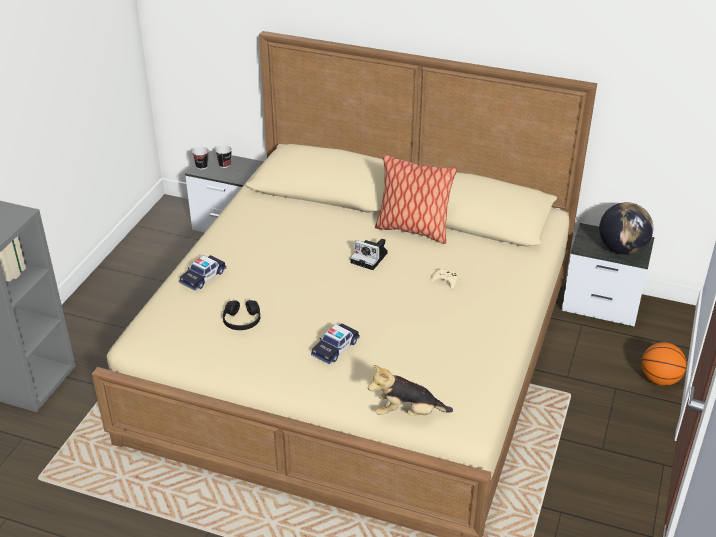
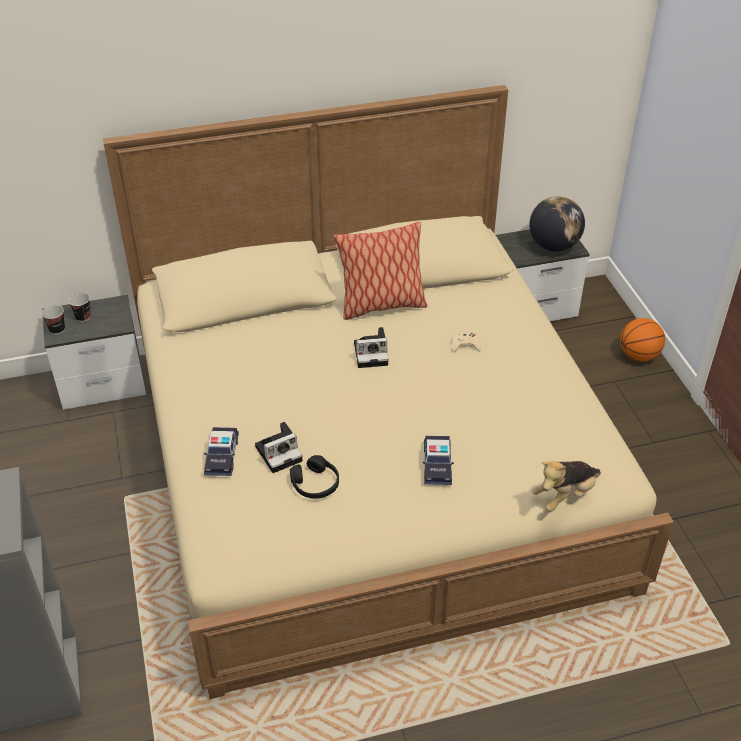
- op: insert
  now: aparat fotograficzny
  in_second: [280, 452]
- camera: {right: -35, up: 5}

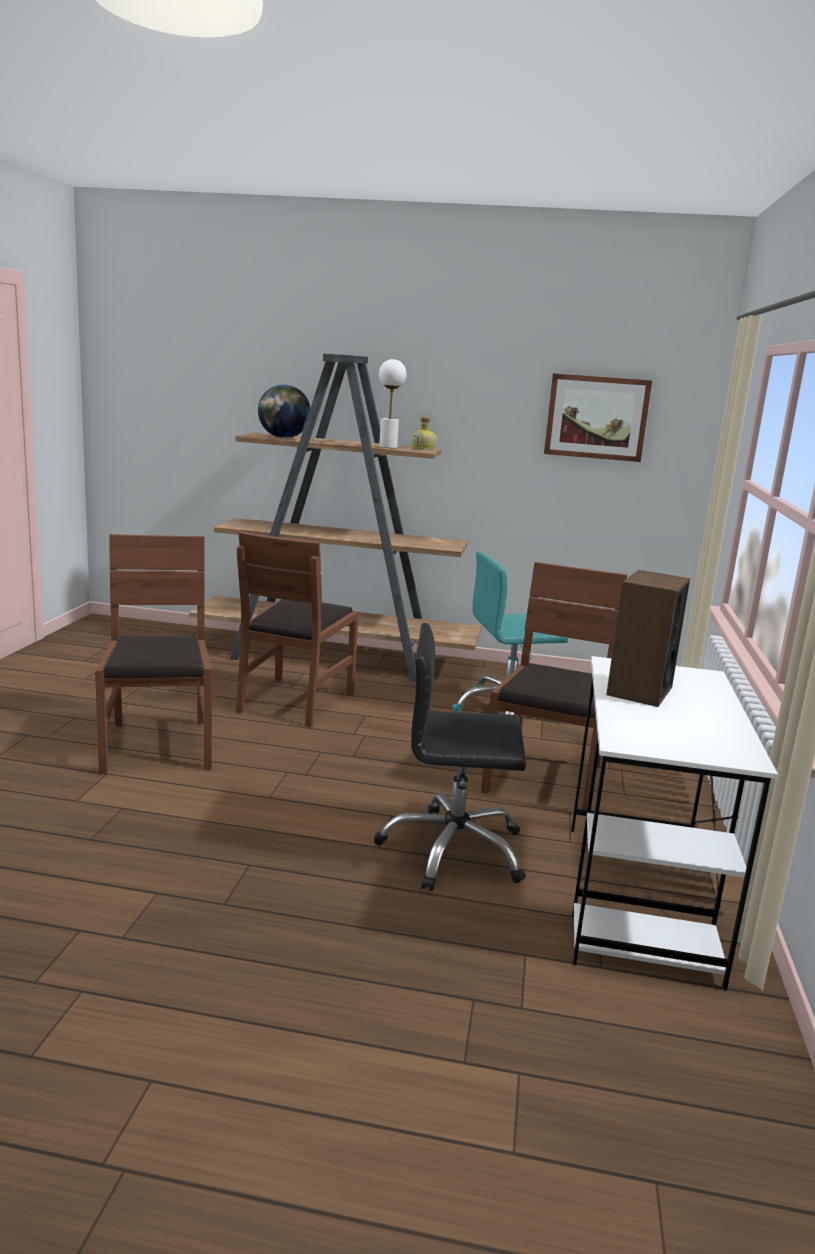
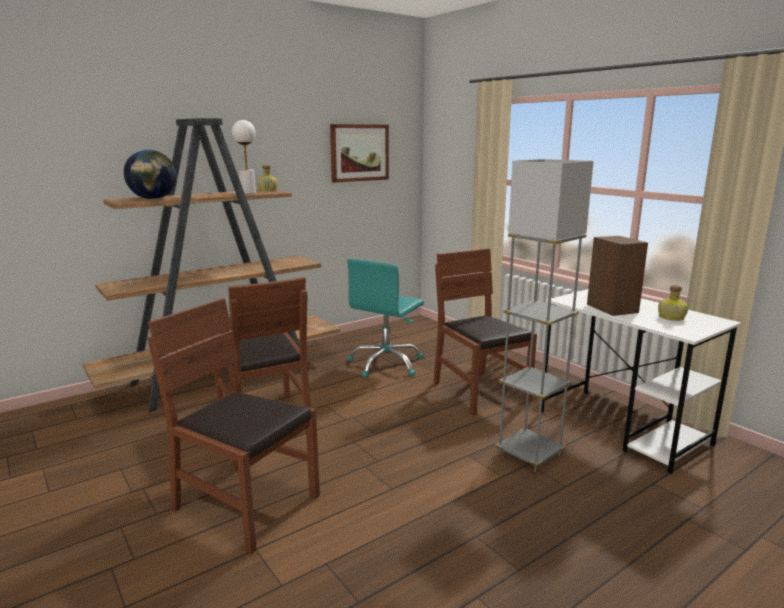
- op: replace
  was: krzesło biurowe [czarny]
  now: lampa stojąca [szary]
  in_first: [453, 850]
  in_second: [529, 454]
- op: insert
  now: butelka
  in_second: [670, 317]
- camera: {right: -45, up: 0}

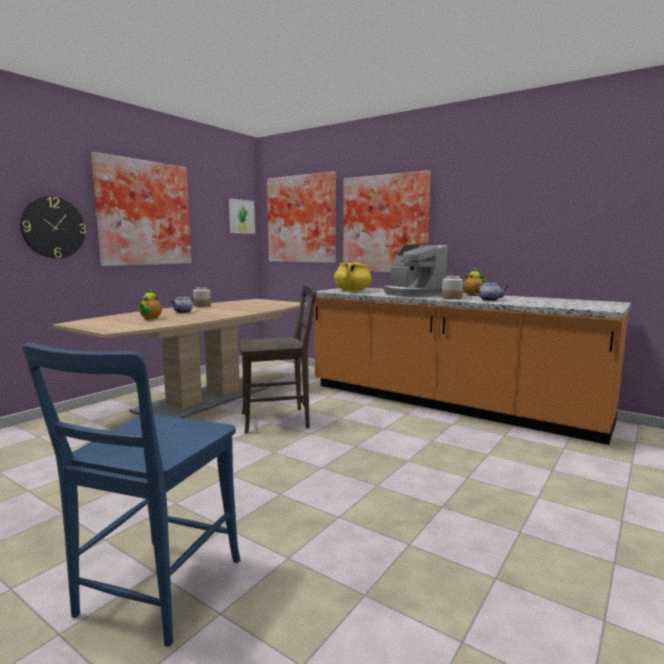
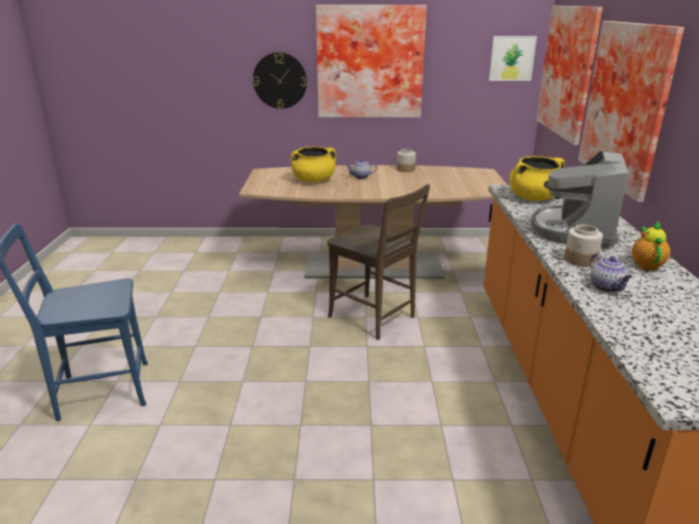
- op: replace
  was: imbryk
  now: garnek [żółty]
  in_first: [150, 319]
  in_second: [313, 180]
- camera: {right: 55, up: 15}

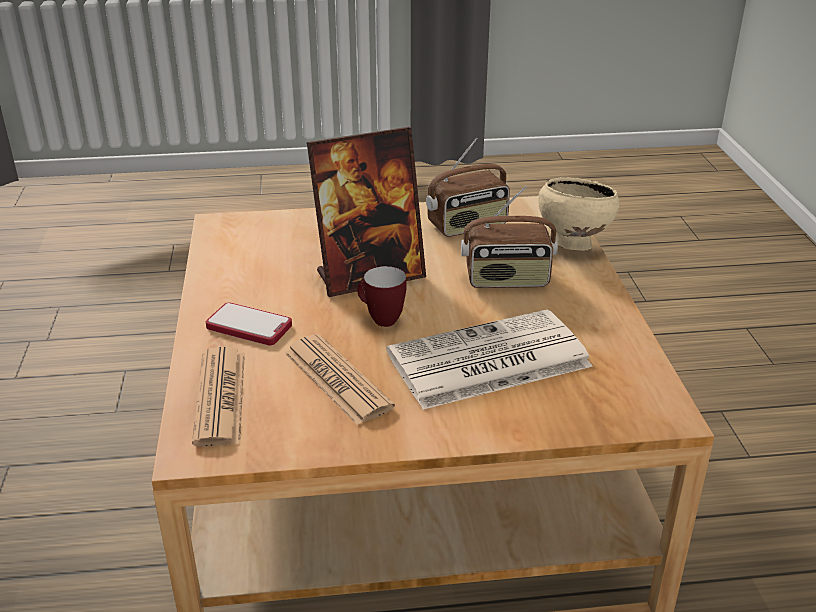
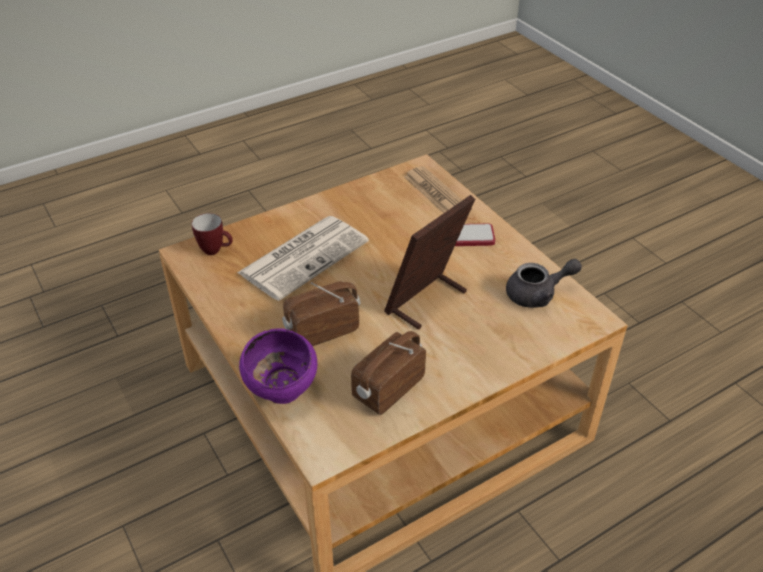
- op: move
  was: kubek
  in_first: [380, 319]
  in_second: [216, 250]
- op: recolor
  was: miska [beżowy]
  now: miska [fioletowy]
  in_first: [572, 244]
  in_second: [284, 394]
- op: insert
  now: imbryk [szary]
  in_second: [537, 294]
- op: delete
  was: gazeta
  in_first: [337, 380]
- camera: {right: 155, up: 10}

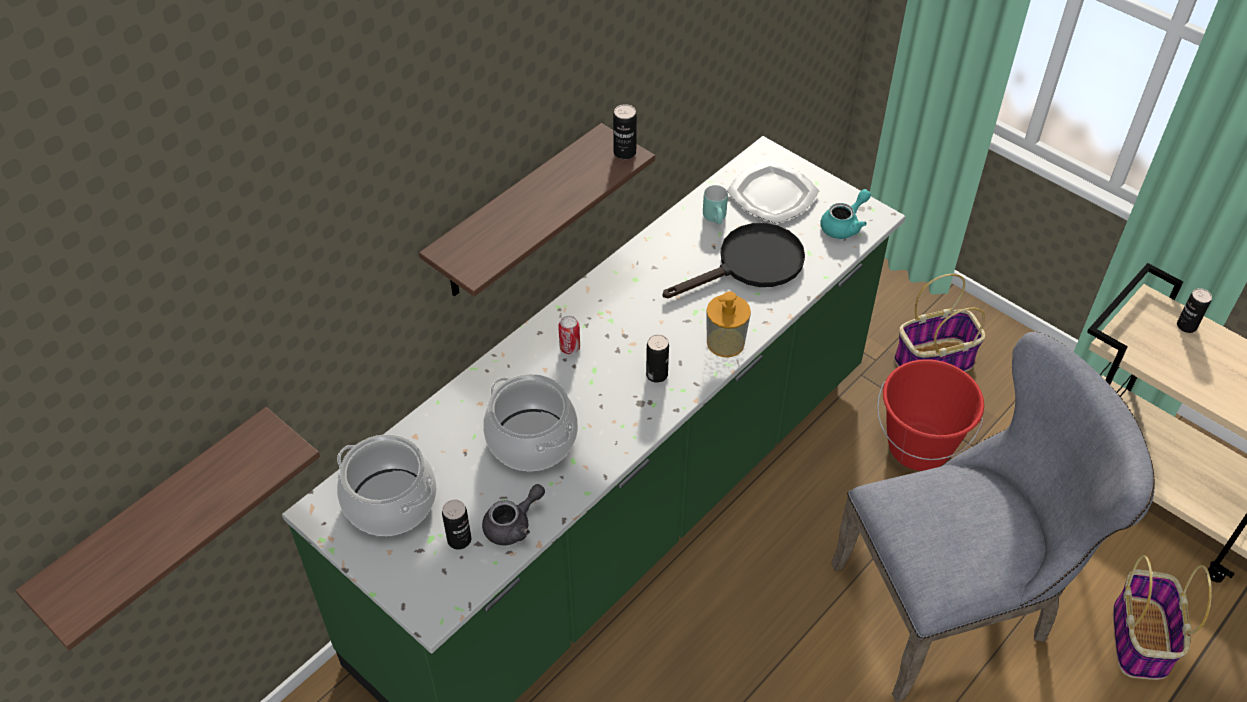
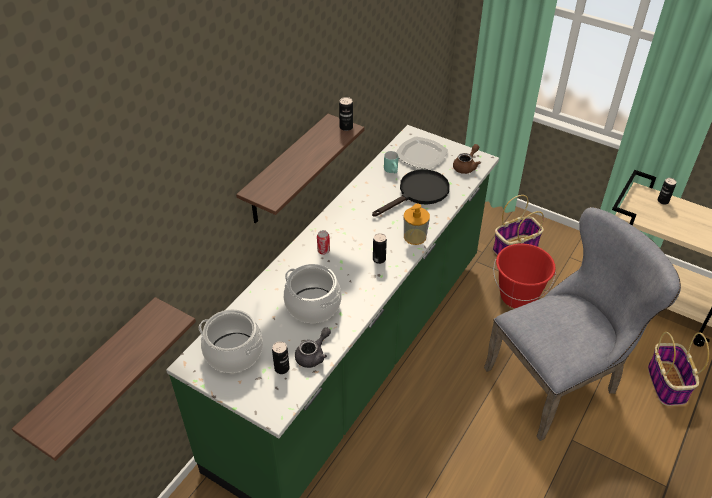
- op: recolor
  was: imbryk [turkusowy]
  now: imbryk [brązowy]
  in_first: [844, 225]
  in_second: [466, 166]
- camera: {right: -10, up: -5}

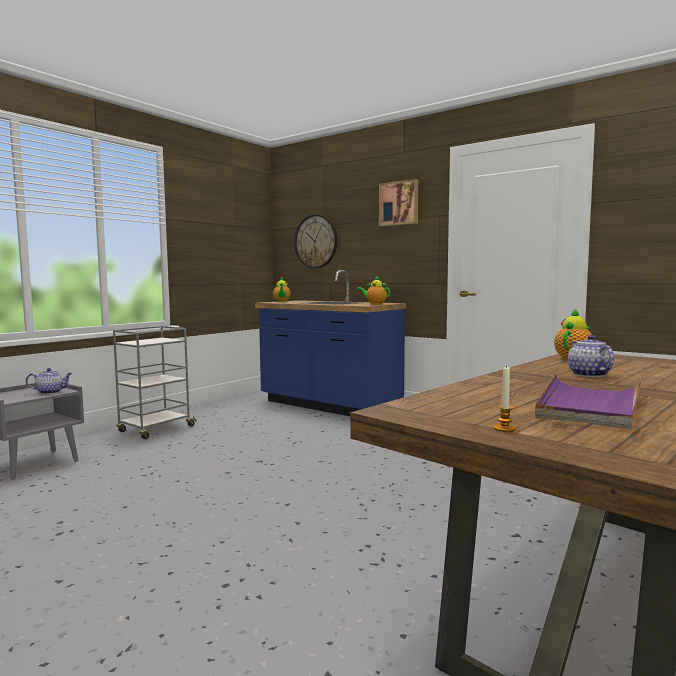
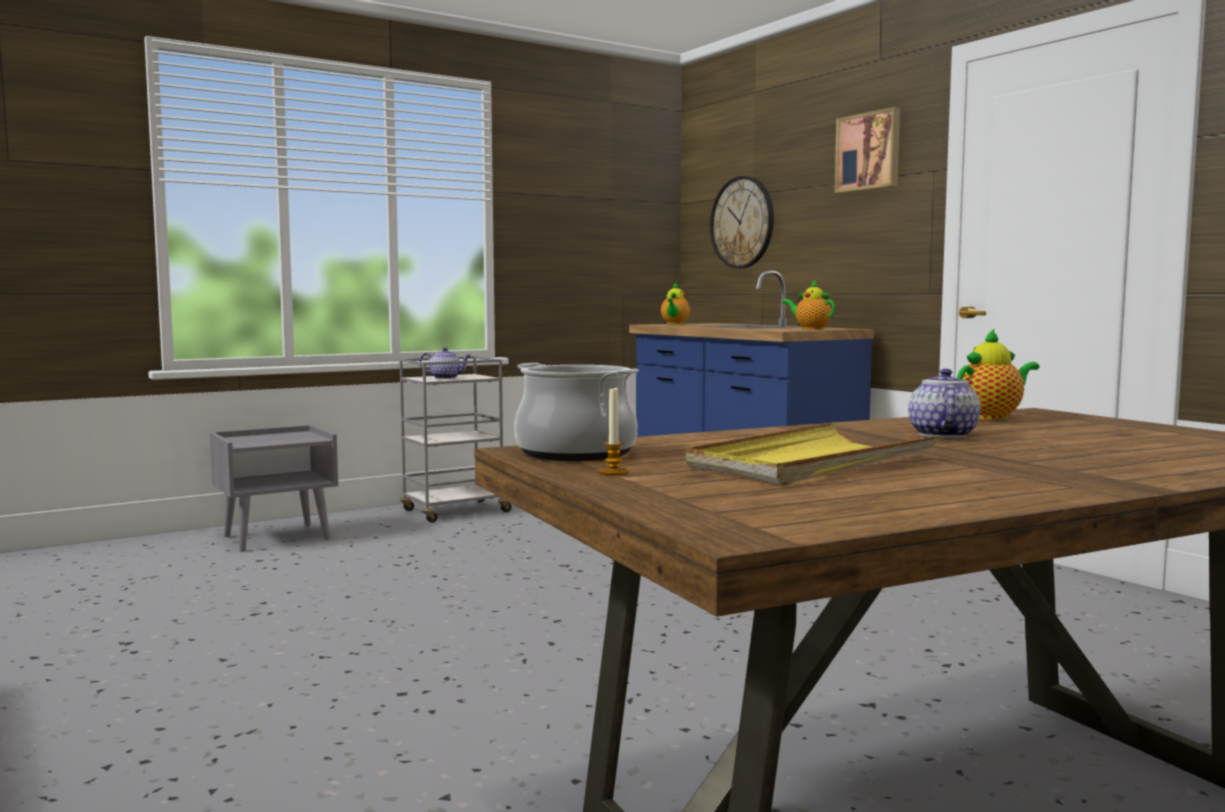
- op: move
  was: imbryk
  in_first: [51, 392]
  in_second: [446, 378]
- op: insert
  now: garnek
  in_second: [575, 453]
- op: recolor
  was: taca [fioletowy]
  now: taca [żółty]
  in_first: [589, 405]
  in_second: [811, 462]
- camera: {right: 20, up: 0}

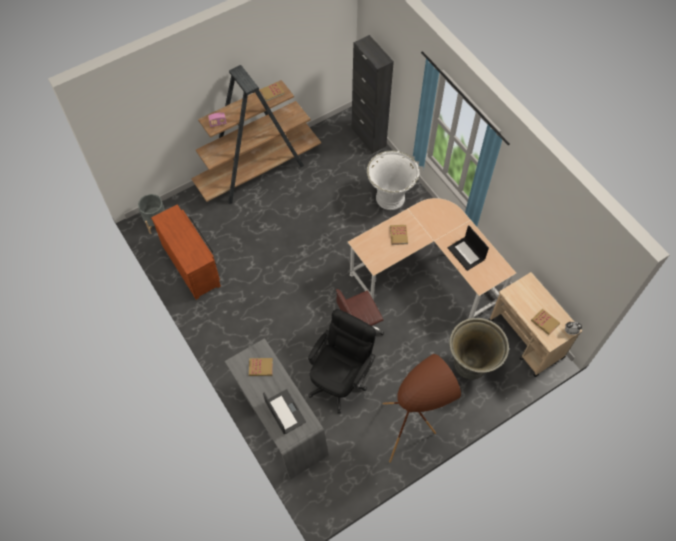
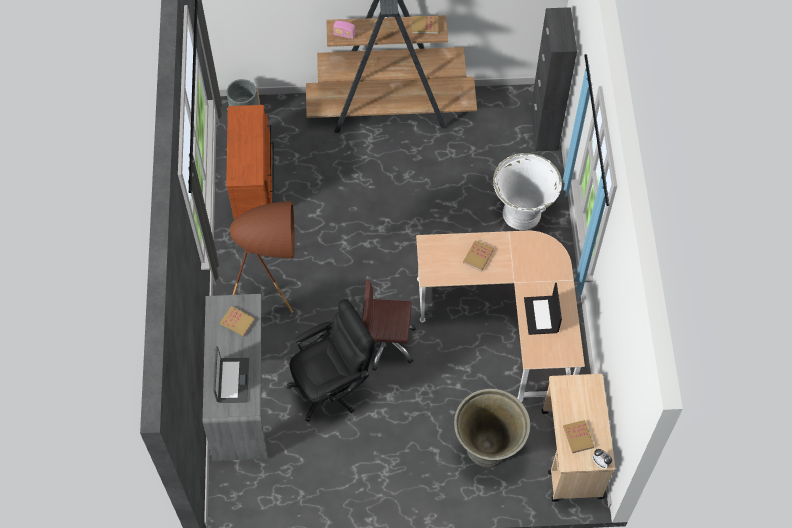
- op: move
  was: lampa stojąca [brązowy]
  in_first: [413, 427]
  in_second: [274, 295]
- camera: {right: 30, up: 0}

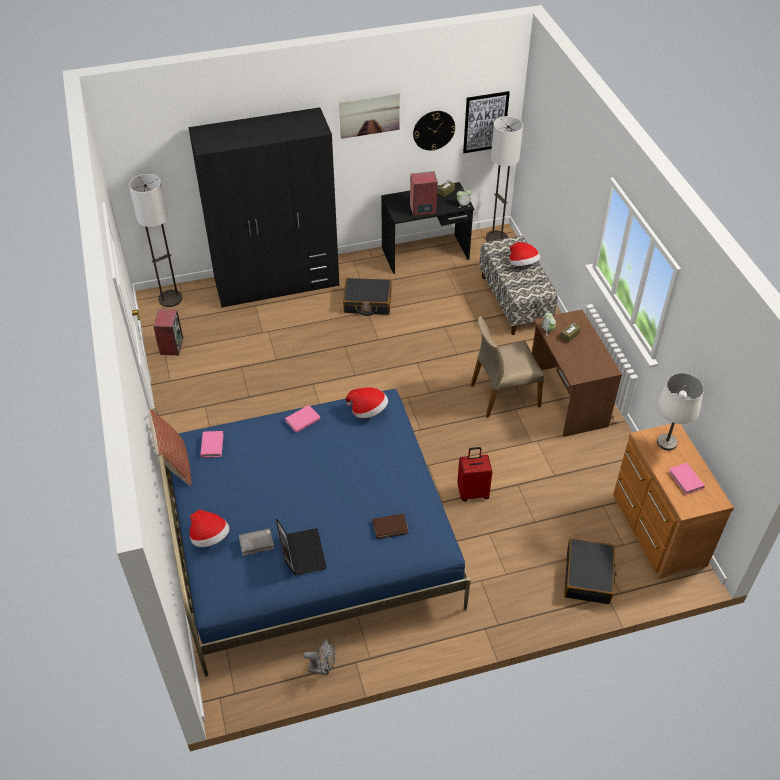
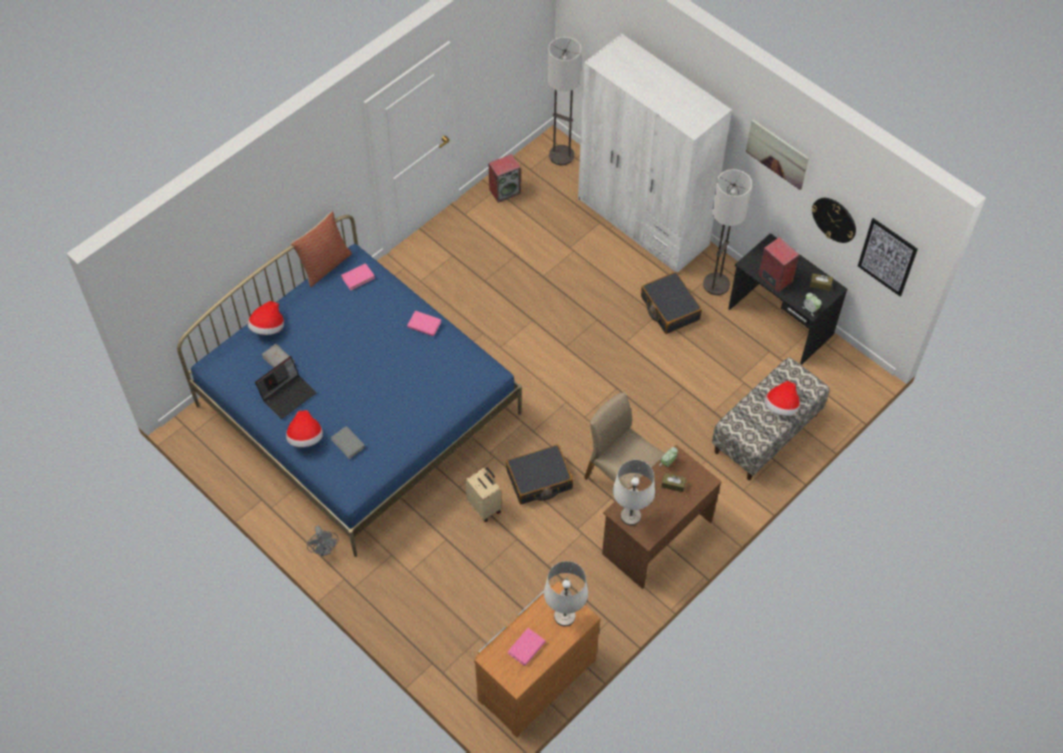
- op: move
  was: kapelusz
  in_first: [368, 411]
  in_second: [305, 438]
- op: move
  was: wentylator [szary]
  in_first: [323, 668]
  in_second: [324, 550]
- op: recolor
  was: książka [brązowy]
  now: książka [szary]
  in_first: [390, 527]
  in_second: [348, 443]
- op: recolor
  was: walizka [czerwony]
  now: walizka [beżowy]
  in_first: [473, 492]
  in_second: [485, 506]
- op: move
  was: walizka [czarny]
  in_first: [588, 576]
  in_second: [539, 480]
- op: recolor
  was: szafa [czarny]
  now: szafa [biały]
  in_first: [277, 283]
  in_second: [643, 222]
- op: insert
  now: lampa stołowa [biały]
  in_second: [630, 516]
- op: move
  was: lampa stojąca
  in_first: [496, 238]
  in_second: [716, 284]
- camera: {right: 60, up: 10}

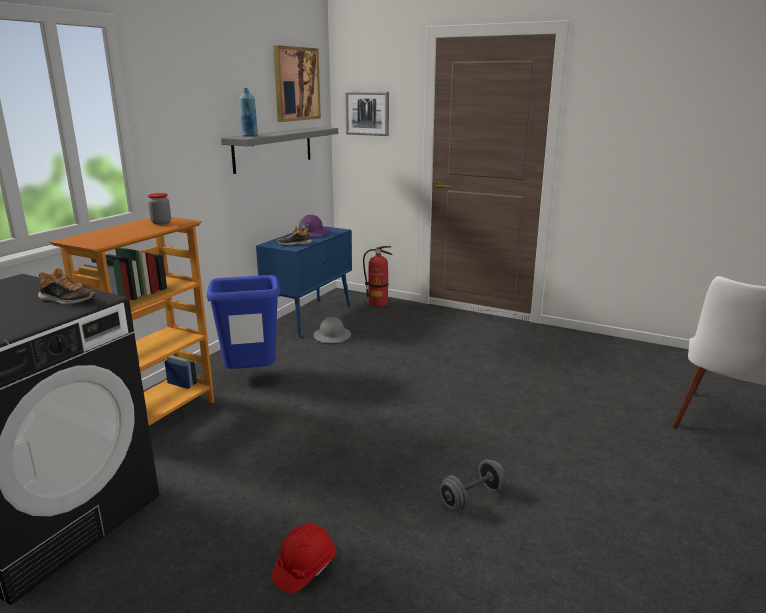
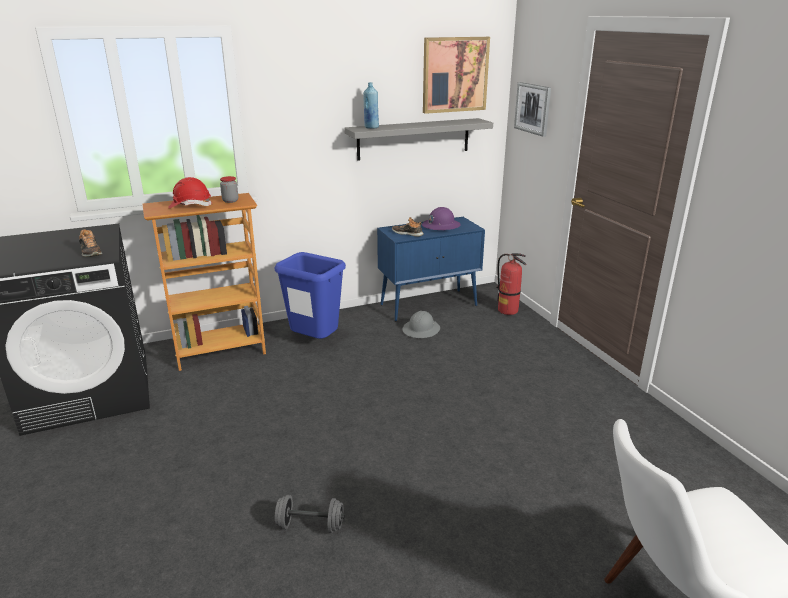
- op: move
  was: kask [czerwony]
  in_first: [304, 568]
  in_second: [190, 205]
- camera: {right: 40, up: 5}

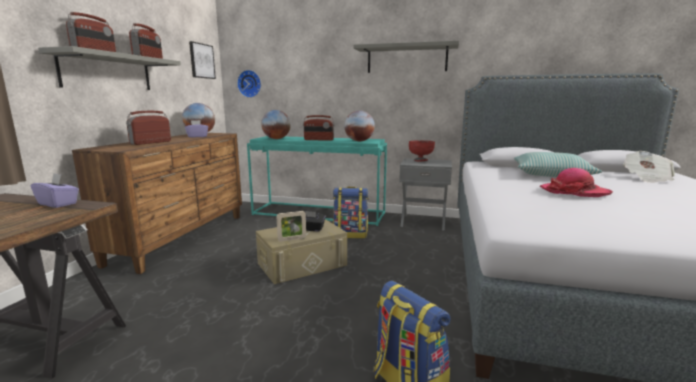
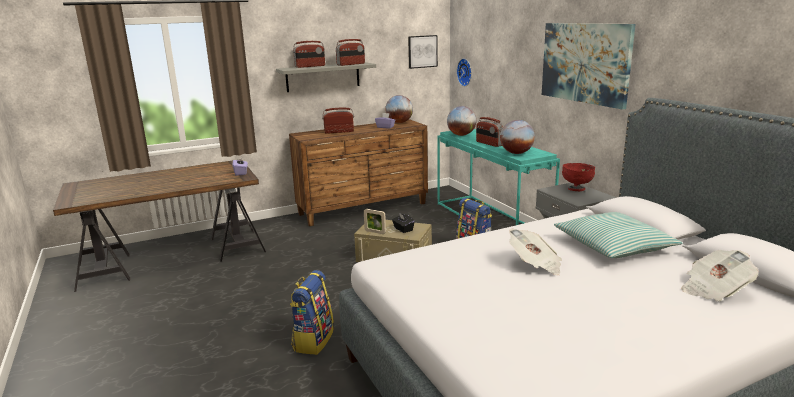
- op: replace
  was: kapelusz
  now: gazeta
  in_first: [574, 192]
  in_second: [535, 265]
- op: replace
  was: półka [szary]
  now: obraz
  in_first: [407, 59]
  in_second: [585, 63]
- camera: {right: 50, up: 5}

